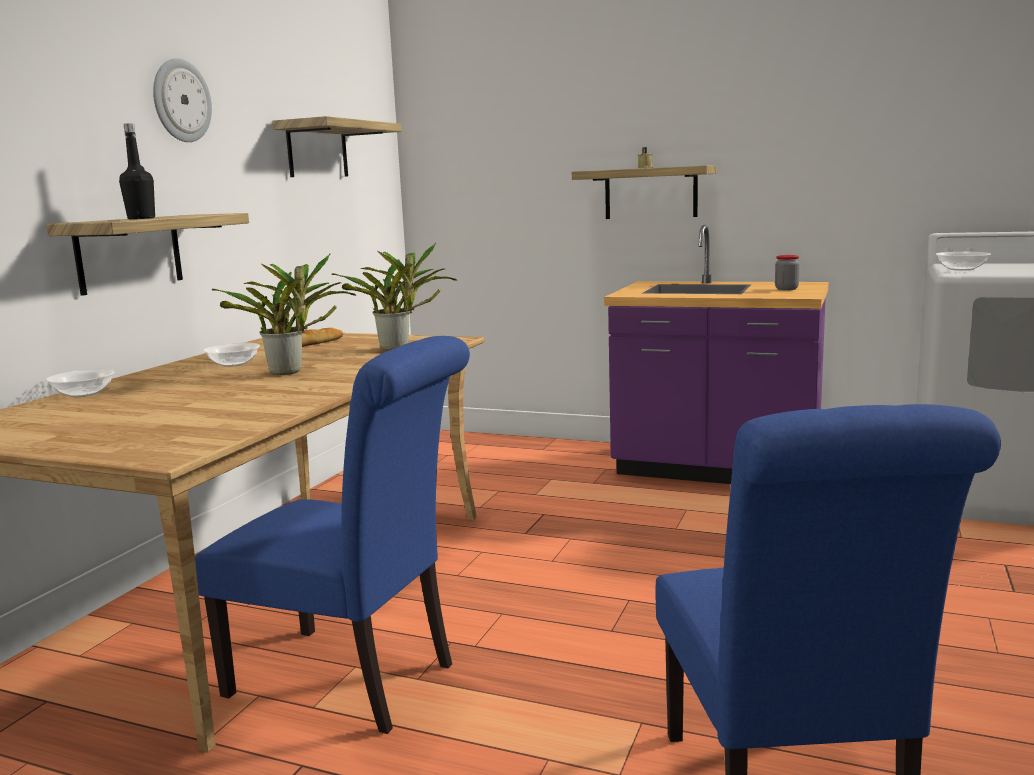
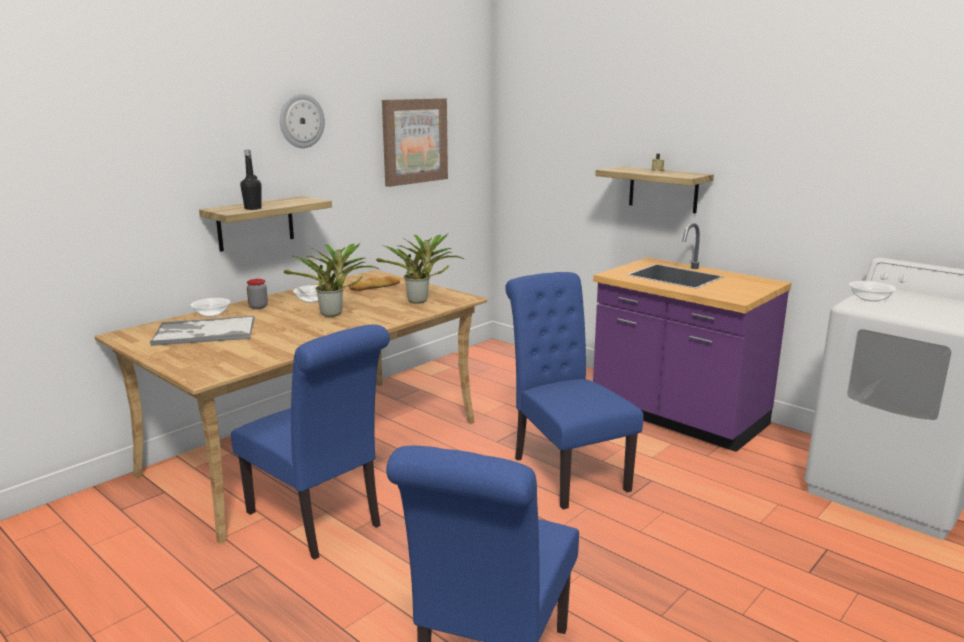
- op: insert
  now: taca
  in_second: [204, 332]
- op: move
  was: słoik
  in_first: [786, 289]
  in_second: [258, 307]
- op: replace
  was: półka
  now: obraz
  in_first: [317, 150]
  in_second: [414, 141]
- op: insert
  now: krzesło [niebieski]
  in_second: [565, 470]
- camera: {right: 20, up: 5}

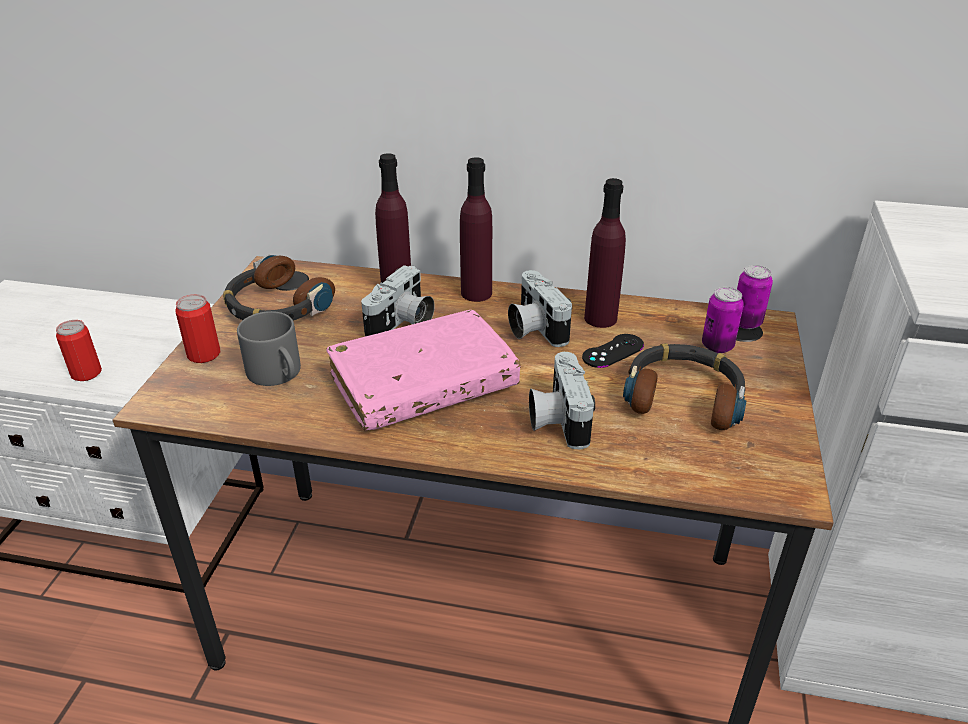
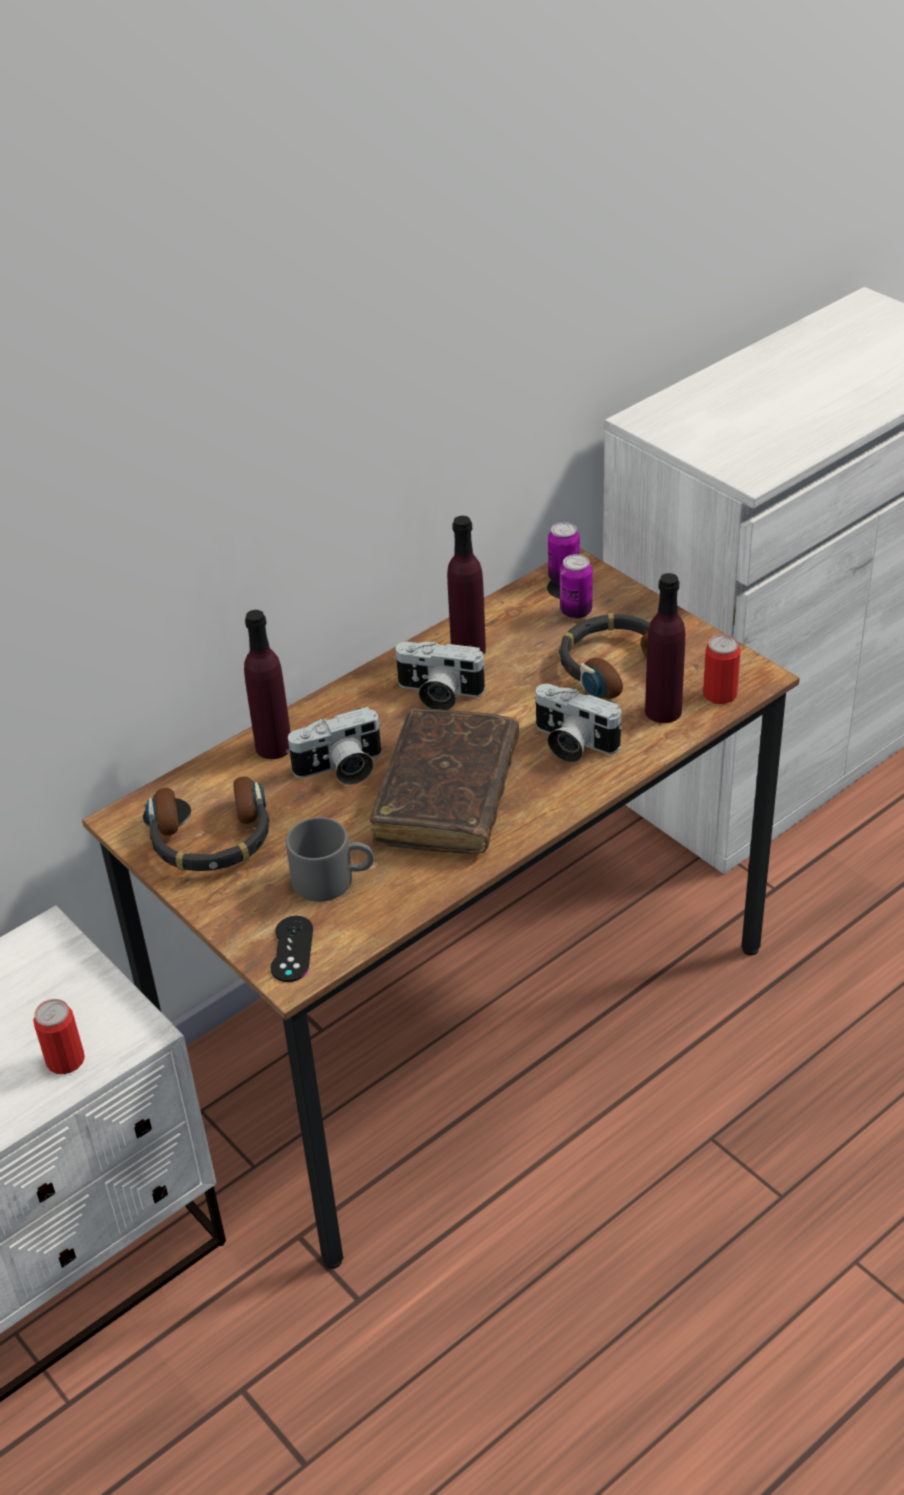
- op: move
  was: pad do gier [czarny]
  in_first: [613, 351]
  in_second: [292, 949]
- op: rotate
  was: aparat fotograficzny
  in_first: [402, 324]
  in_second: [341, 769]
  clockwise: 90
- op: recolor
  was: książka [różowy]
  now: książka [brązowy]
  in_first: [423, 384]
  in_second: [447, 796]
- op: move
  was: butelka [fioletowy]
  in_first: [476, 293]
  in_second: [663, 711]
- op: move
  was: puszka
  in_first: [204, 354]
  in_second: [719, 694]
- camera: {right: -50, up: 5}

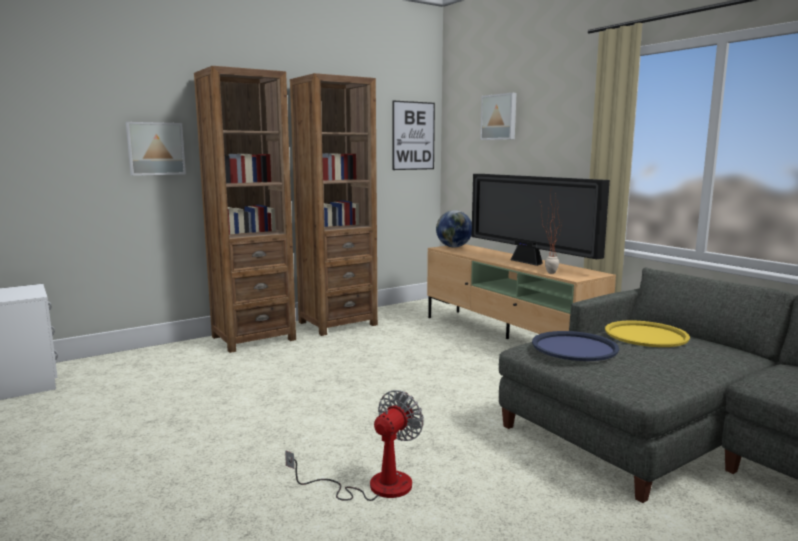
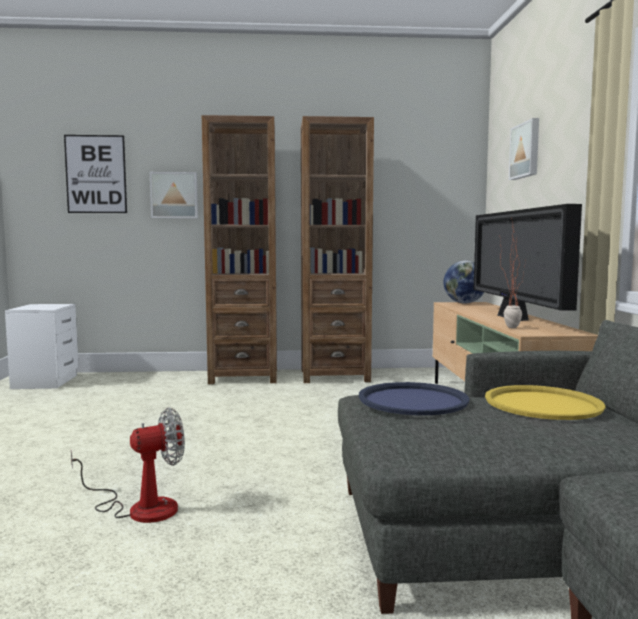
- op: move
  was: obraz
  in_first: [413, 136]
  in_second: [96, 174]
- camera: {right: 30, up: -5}

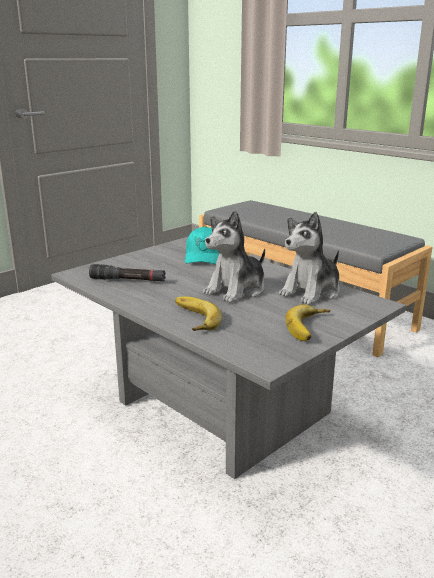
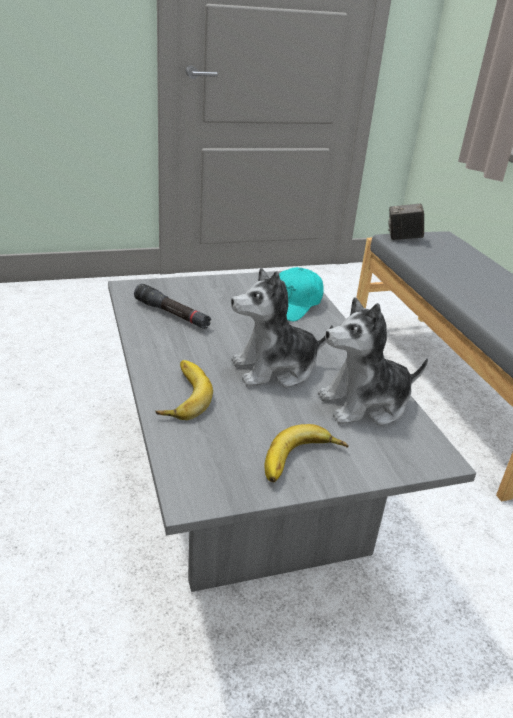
- op: insert
  now: aparat fotograficzny
  in_second: [403, 238]
- camera: {right: 25, up: 10}

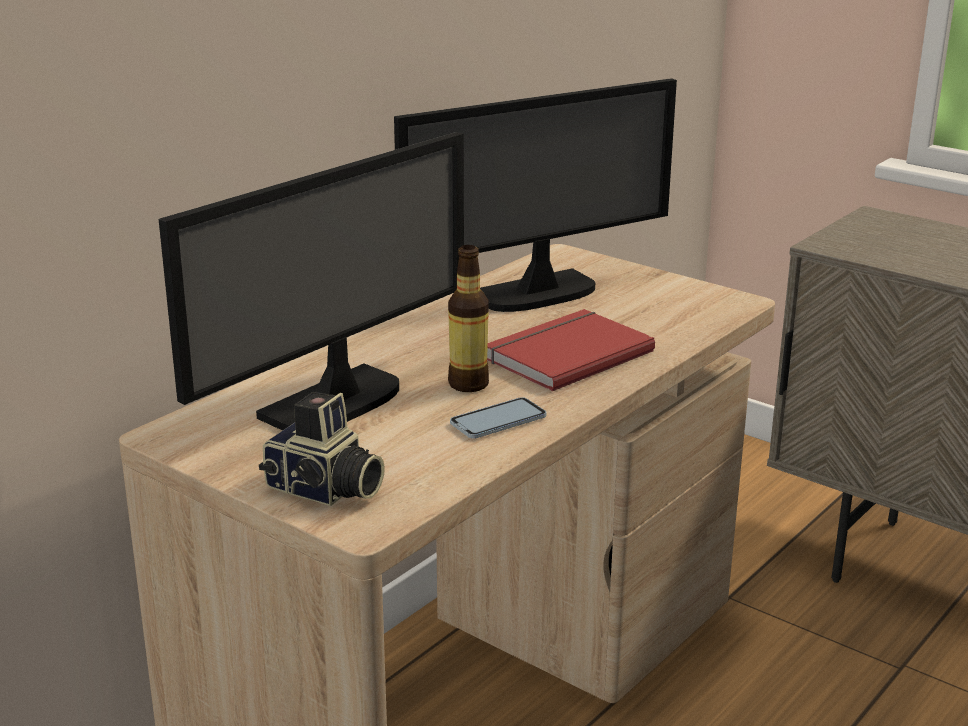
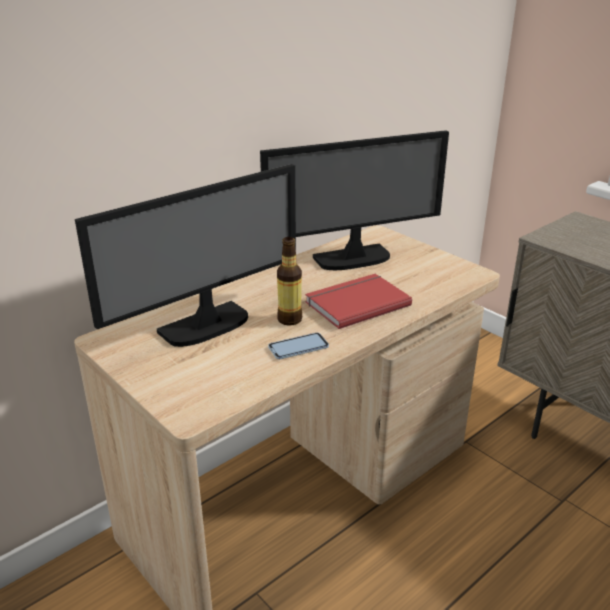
- op: delete
  was: aparat fotograficzny
  in_first: [324, 490]
- camera: {right: 10, up: 5}

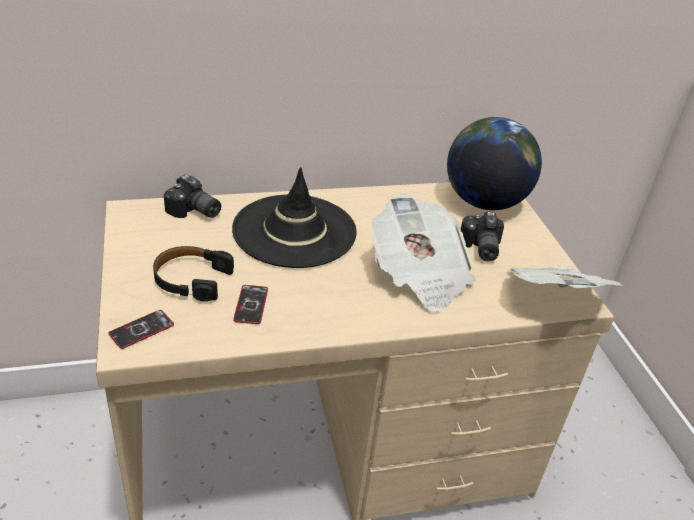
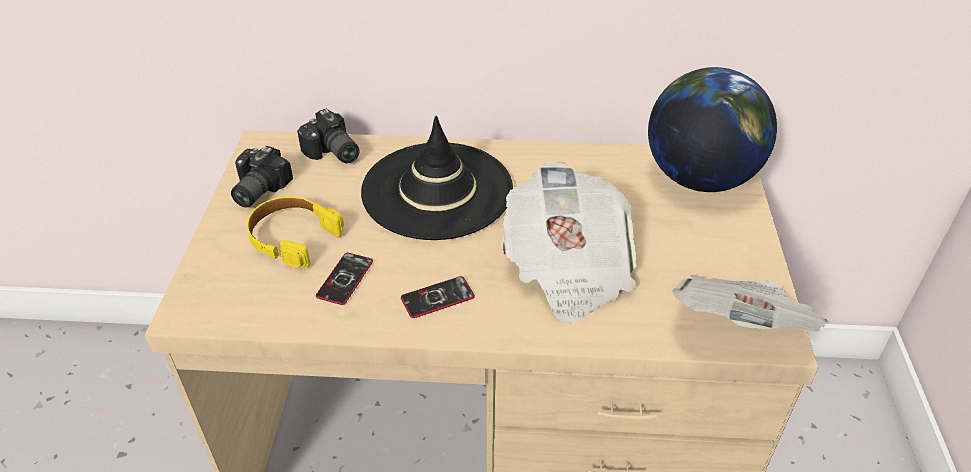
- op: move
  was: aparat fotograficzny
  in_first: [479, 248]
  in_second: [256, 190]
- op: recolor
  was: słuchawki [czarny]
  now: słuchawki [żółty]
  in_first: [191, 279]
  in_second: [292, 237]
- op: move
  was: telefon
  in_first: [141, 330]
  in_second: [437, 298]
- camera: {right: 20, up: 5}

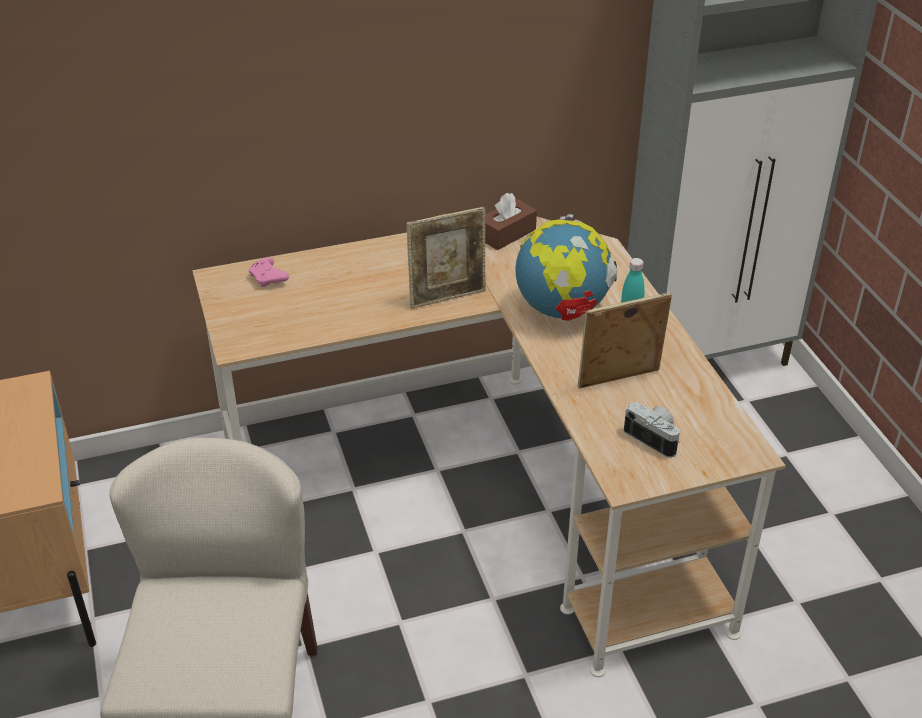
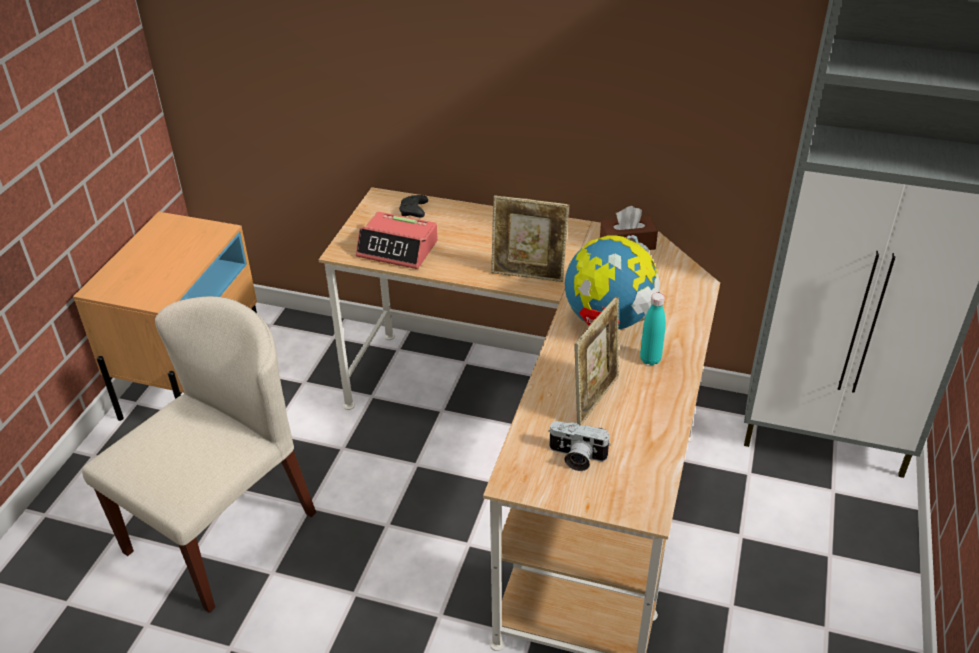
- op: insert
  now: budzik
  in_second: [398, 249]
- op: recolor
  was: pad do gier [różowy]
  now: pad do gier [czarny]
  in_first: [268, 279]
  in_second: [414, 212]
- op: rotate
  was: aparat fotograficzny
  in_first: [654, 437]
  in_second: [576, 457]
  clockwise: 120
- op: rotate
  was: ramka na zdjęcie
  in_first: [619, 381]
  in_second: [595, 398]
  clockwise: 105
- camera: {right: 35, up: 0}

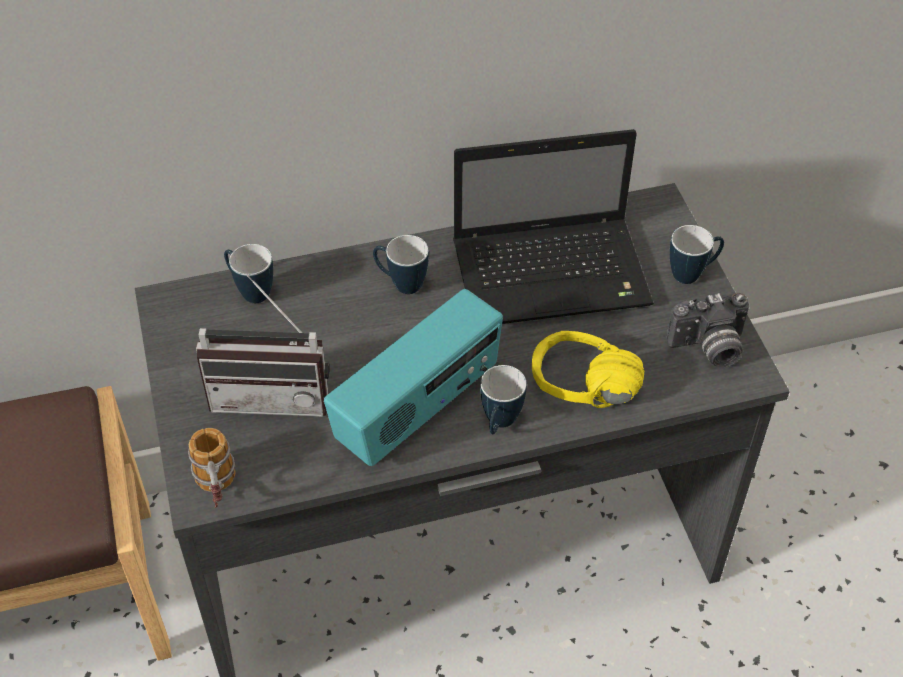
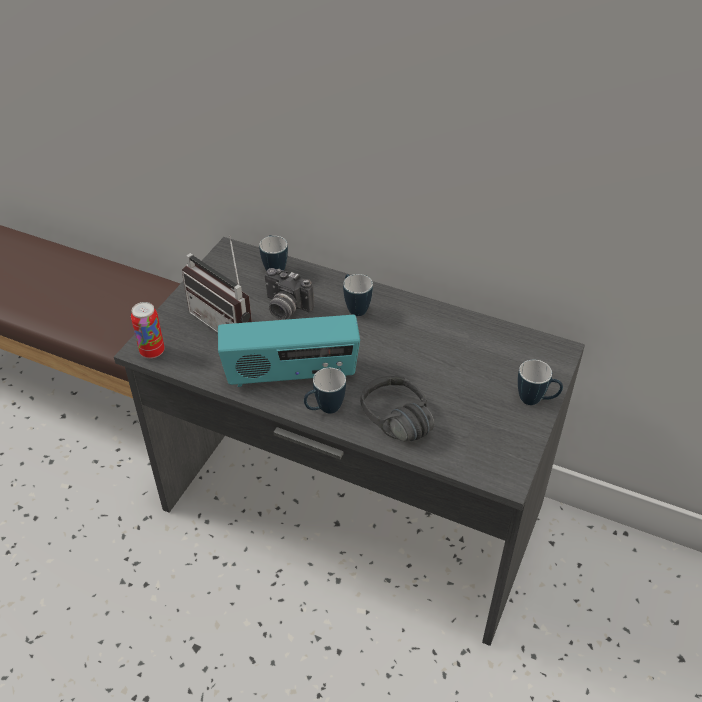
- op: replace
  was: kubek
  now: puszka
  in_first: [218, 491]
  in_second: [152, 351]
- op: move
  was: aparat fotograficzny
  in_first: [708, 348]
  in_second: [285, 308]
- op: recolor
  was: słuchawki [żółty]
  now: słuchawki [czarny]
  in_first: [581, 397]
  in_second: [387, 425]
- op: delete
  was: laptop
  in_first: [554, 273]
- camera: {right: 40, up: -5}

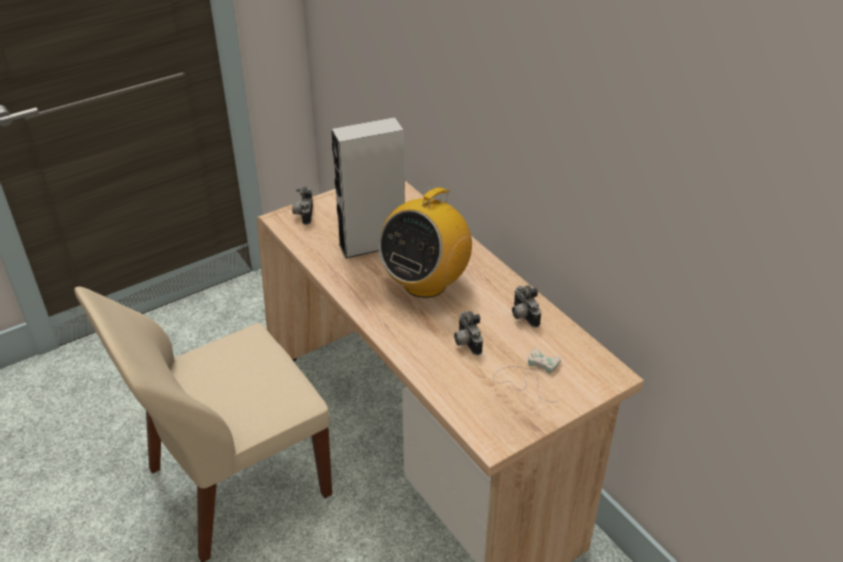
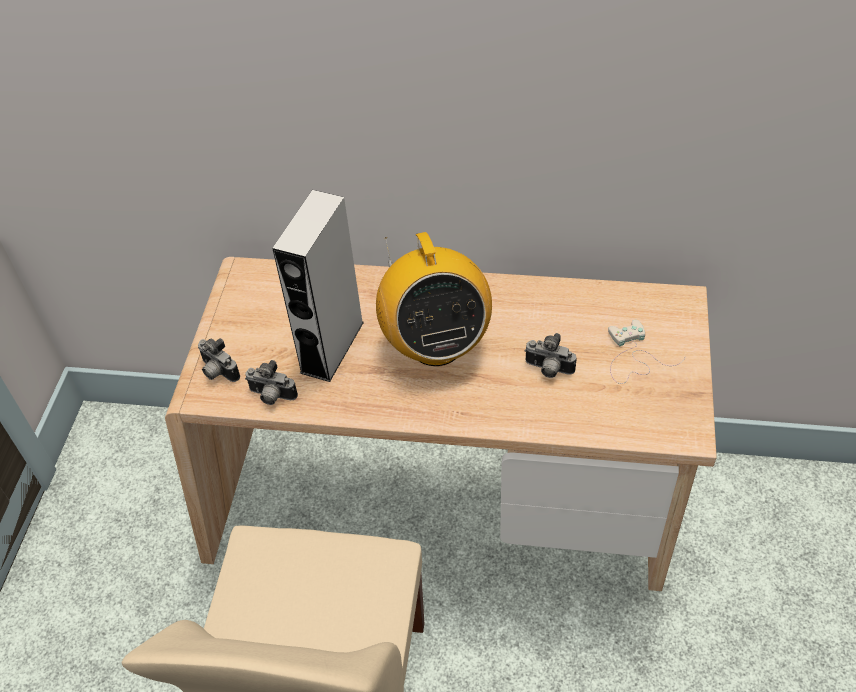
- op: move
  was: aparat fotograficzny
  in_first: [522, 316]
  in_second: [271, 397]
- camera: {right: -45, up: 10}

